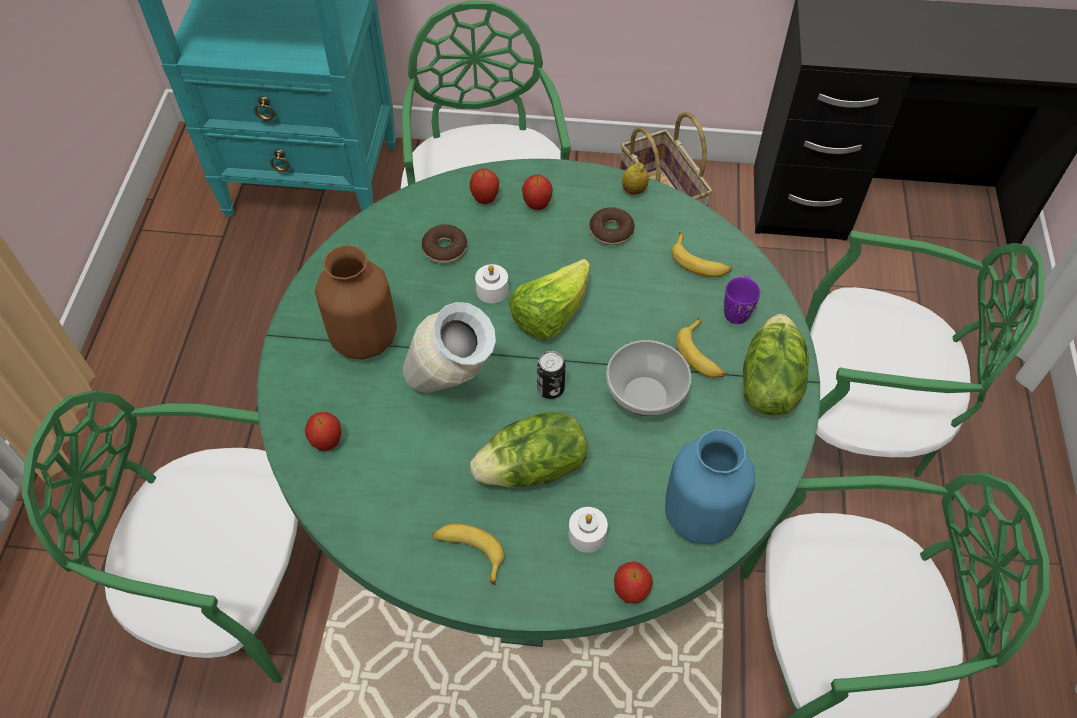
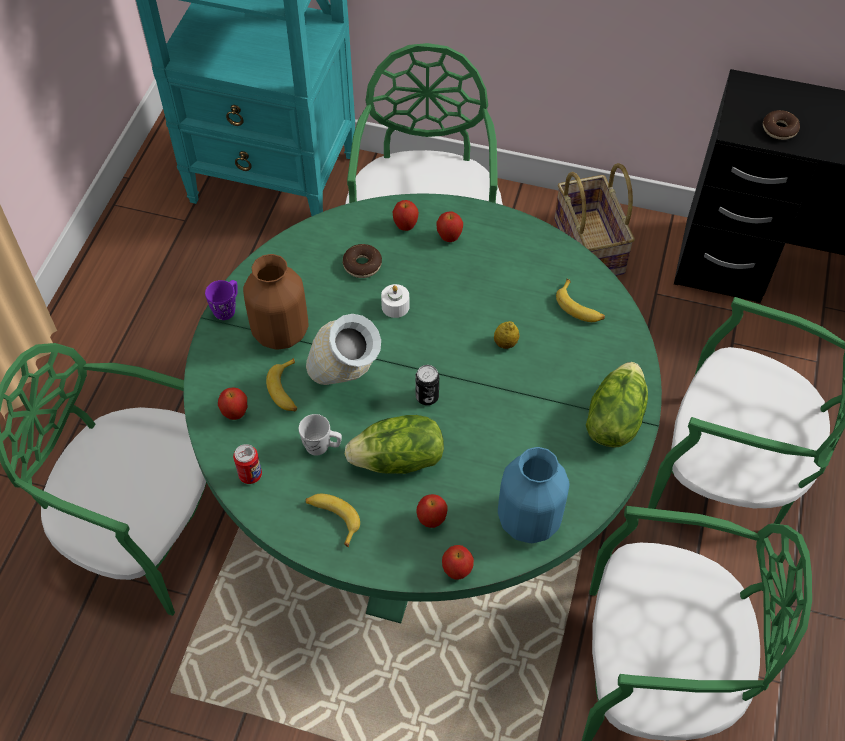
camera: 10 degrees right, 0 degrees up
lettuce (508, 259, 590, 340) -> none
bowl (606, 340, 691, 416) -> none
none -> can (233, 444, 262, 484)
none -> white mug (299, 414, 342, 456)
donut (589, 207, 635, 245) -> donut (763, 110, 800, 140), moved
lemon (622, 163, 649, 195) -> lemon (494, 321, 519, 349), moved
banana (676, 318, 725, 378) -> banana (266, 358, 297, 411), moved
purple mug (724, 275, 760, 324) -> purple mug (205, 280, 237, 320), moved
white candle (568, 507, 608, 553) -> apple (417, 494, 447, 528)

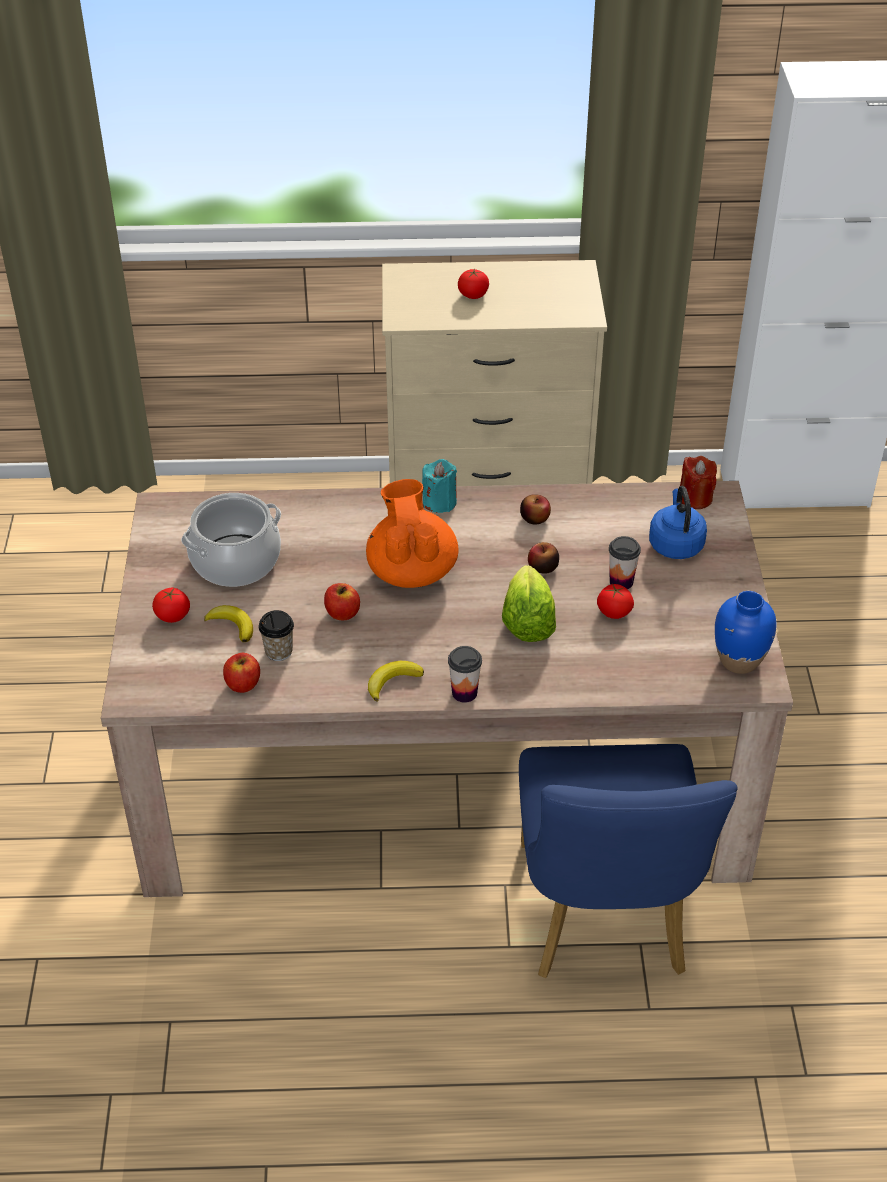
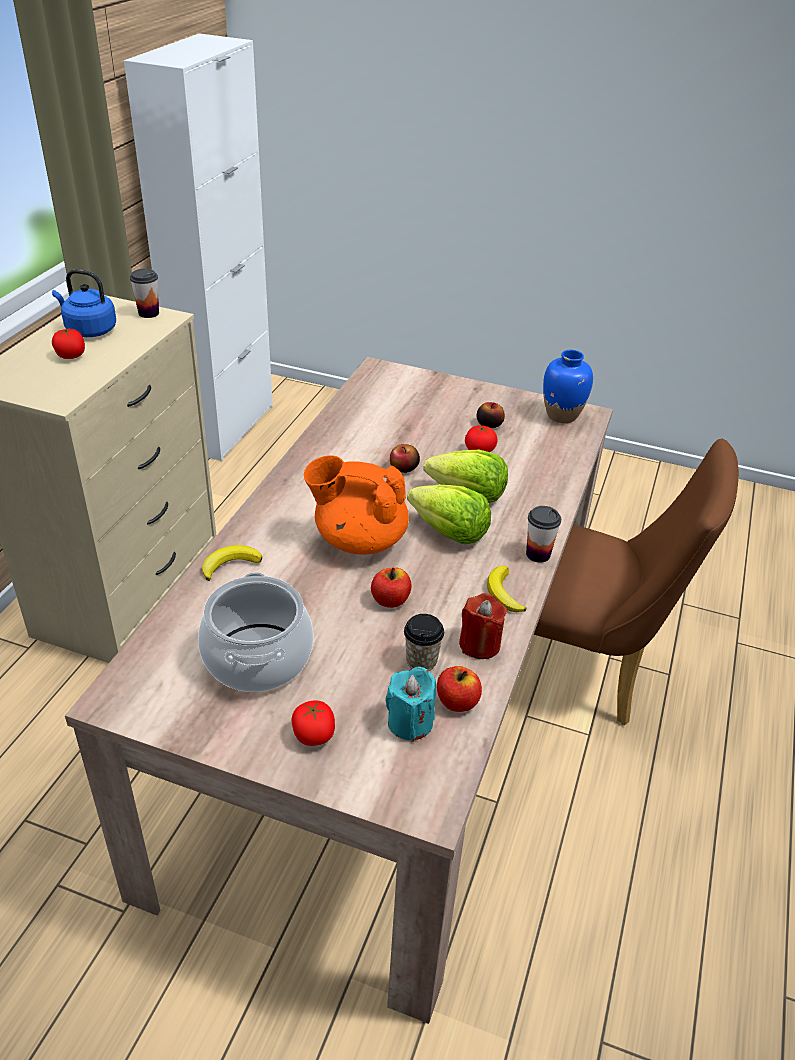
camera: 70 degrees left, 5 degrees down
none -> lettuce (407, 485, 491, 544)
banana (204, 605, 253, 642) -> banana (202, 545, 262, 581), moved
turquoise candle (422, 459, 457, 513) -> turquoise candle (385, 667, 436, 742), moved
apple (520, 494, 551, 525) -> apple (477, 402, 505, 428), moved
cup (609, 536, 641, 589) -> cup (130, 269, 159, 318), moved
blue kettle (649, 486, 707, 559) -> blue kettle (52, 269, 116, 337), moved
red candle (680, 456, 717, 509) -> red candle (459, 593, 507, 659), moved
blue chair (519, 744, 738, 978) -> brown chair (534, 439, 739, 725)

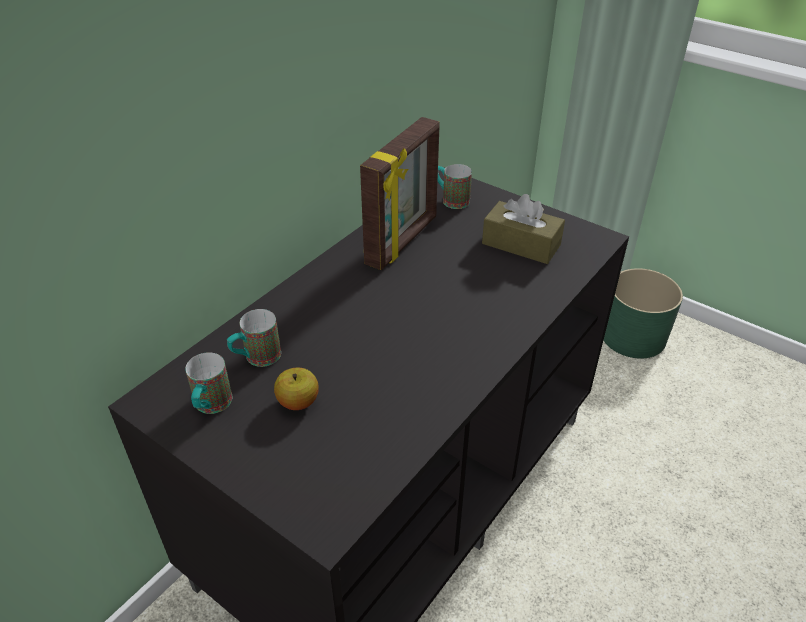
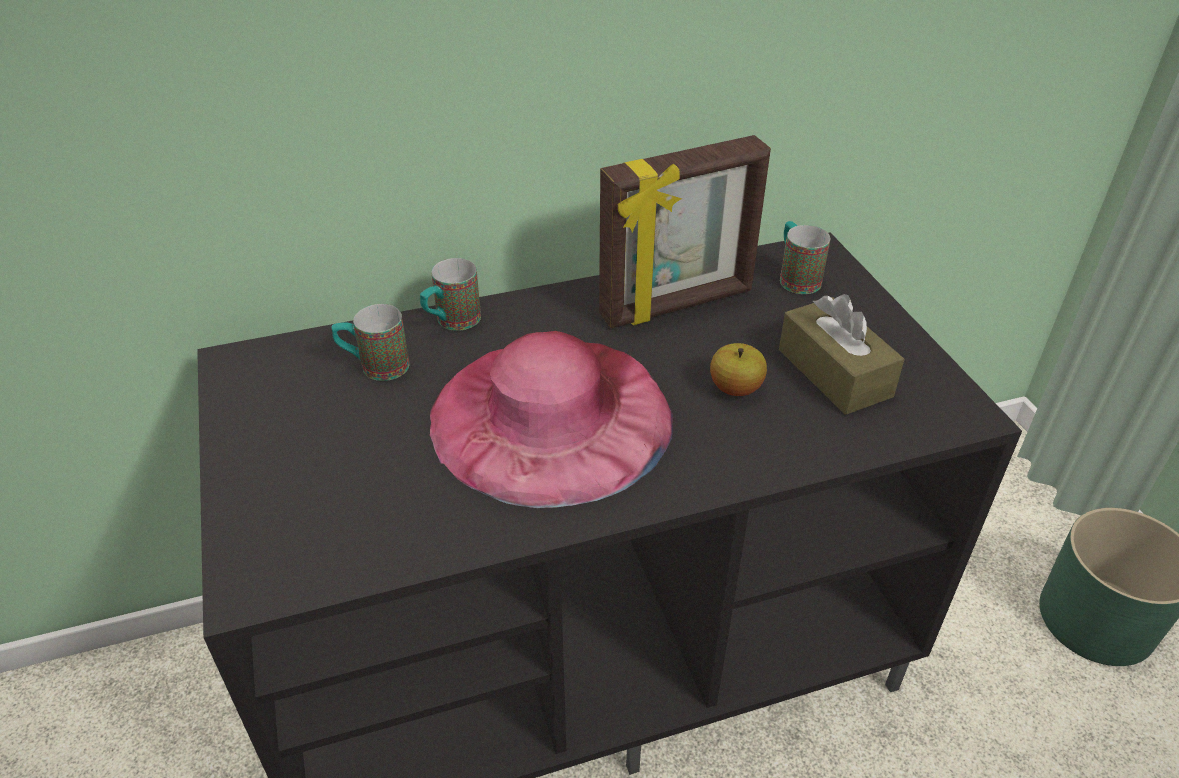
camera: 35 degrees right, 0 degrees up
none -> pink hat (430, 331, 673, 508)
mug (185, 352, 232, 414) -> mug (420, 258, 481, 331), moved
apple (274, 368, 319, 410) -> apple (710, 343, 767, 396), moved

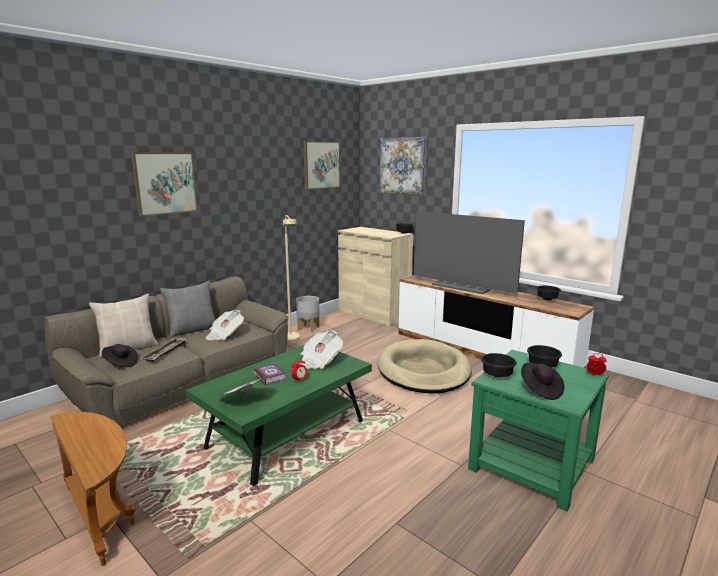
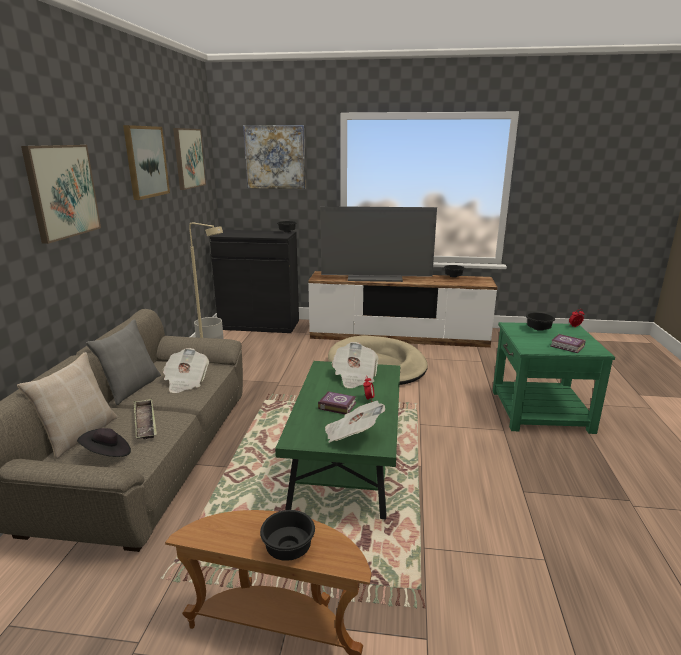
camera: 35 degrees left, 5 degrees up
none -> picture (123, 125, 170, 200)
black bowl (481, 353, 517, 377) -> black bowl (260, 510, 315, 561), moved
black hat (521, 363, 564, 400) -> book (550, 334, 586, 353)
beige cabinet (338, 227, 413, 326) -> black cabinet (210, 230, 299, 333)

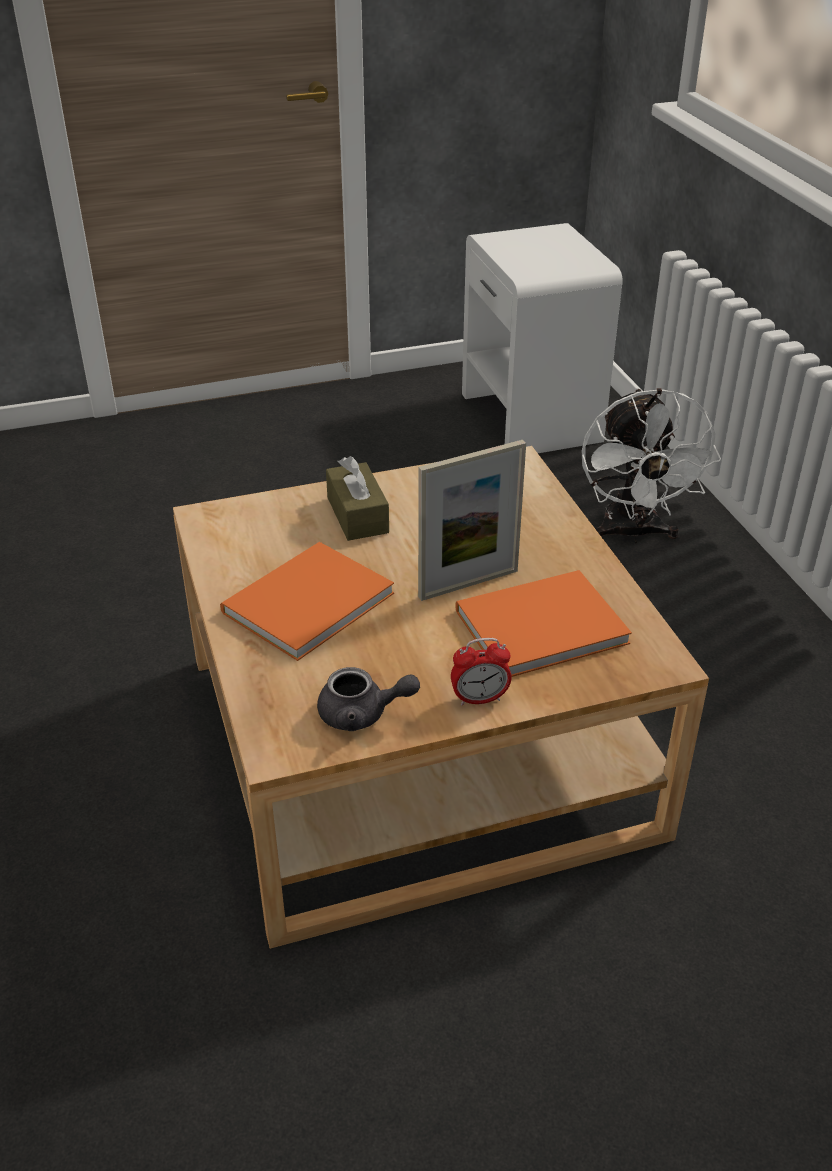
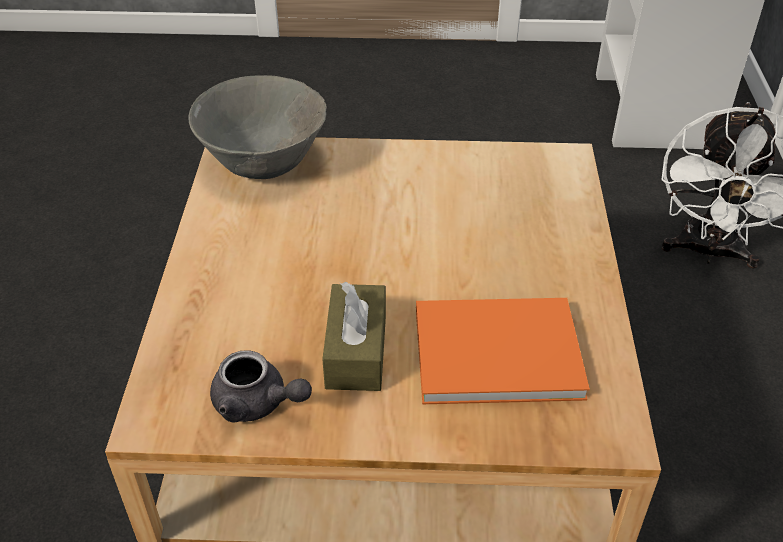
camera: 20 degrees right, 5 degrees up
orange book (220, 542, 394, 661) -> none
picture frame (418, 440, 526, 601) -> none
alarm clock (451, 638, 512, 705) -> none
none -> grey bowl (188, 75, 327, 179)
brown tissue box (326, 456, 389, 541) -> brown tissue box (322, 282, 386, 391), moved

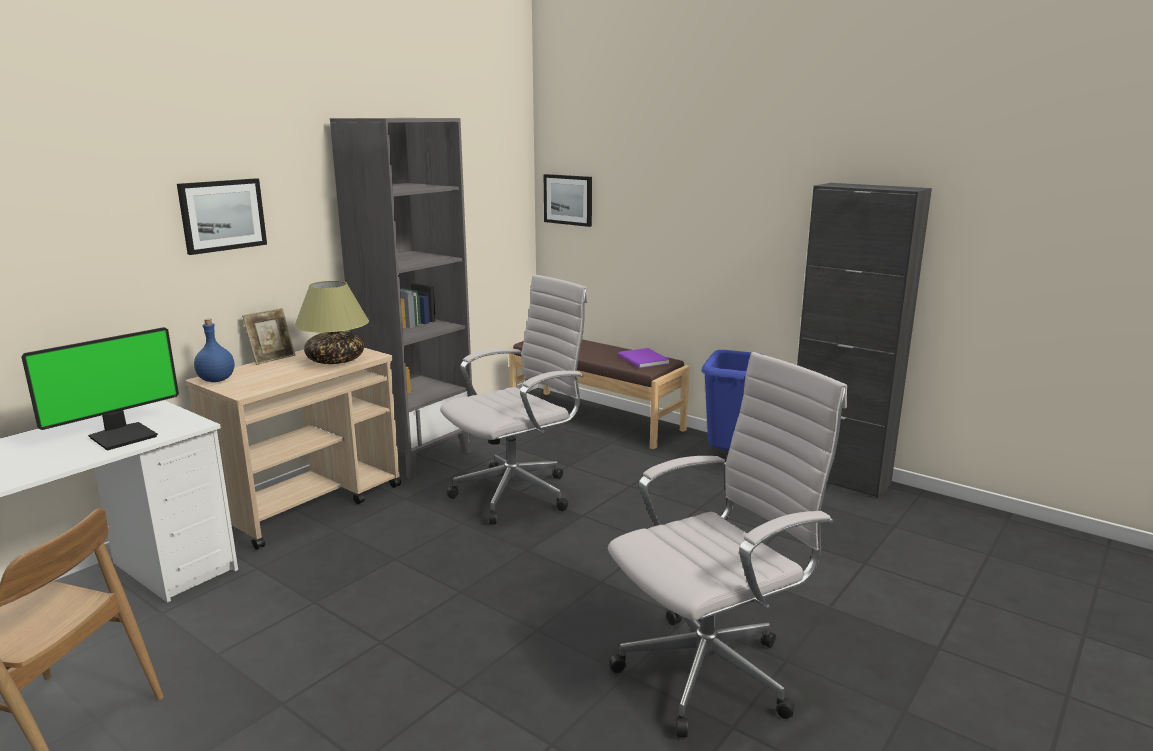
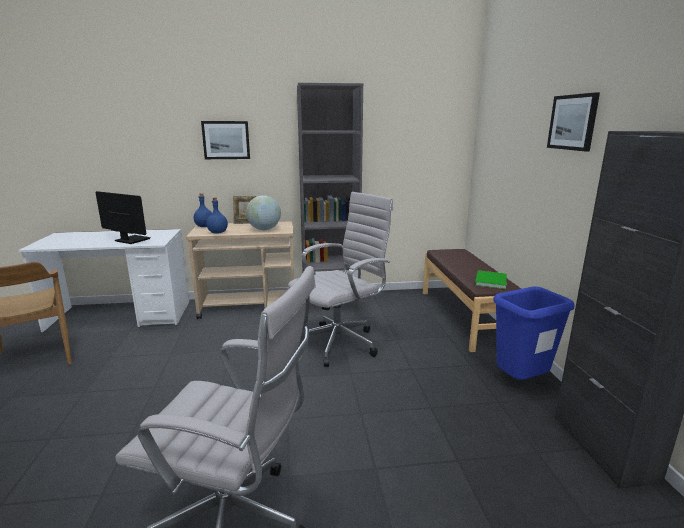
camera: 45 degrees right, 0 degrees up
none -> blue bottle (206, 198, 228, 234)
picture (544, 174, 592, 227) -> picture (547, 92, 600, 151), moved
table lamp (294, 281, 369, 364) -> globe (246, 195, 281, 230)
purple book (618, 348, 670, 368) -> green book (475, 271, 507, 289)
monitor (21, 327, 179, 451) -> monitor (96, 191, 151, 244), 150 degrees counterclockwise
white office chair (440, 274, 588, 524) -> white office chair (288, 192, 393, 367), 45 degrees counterclockwise

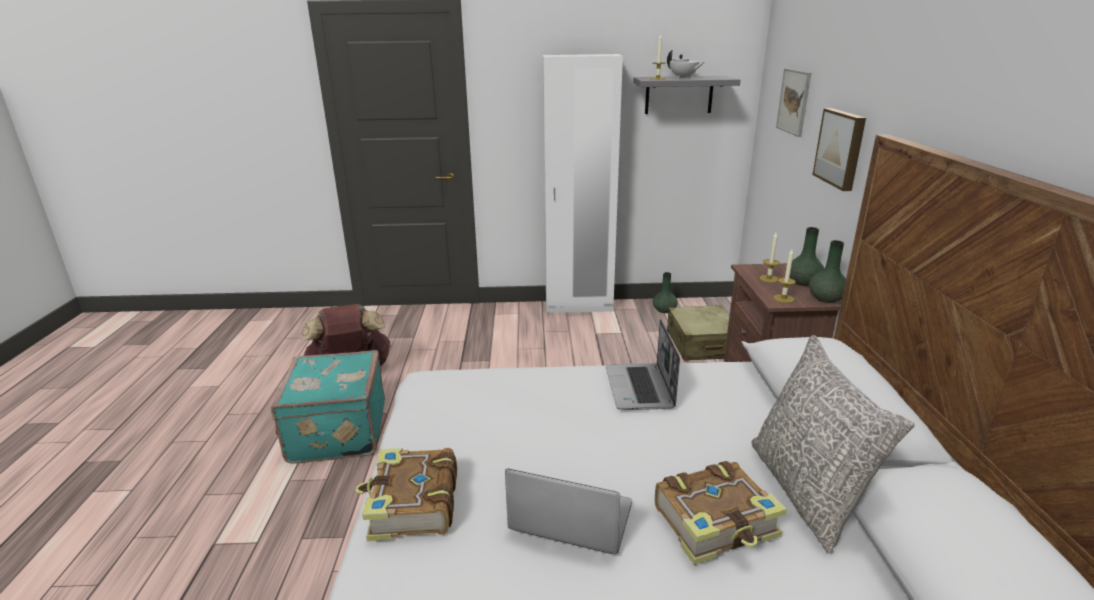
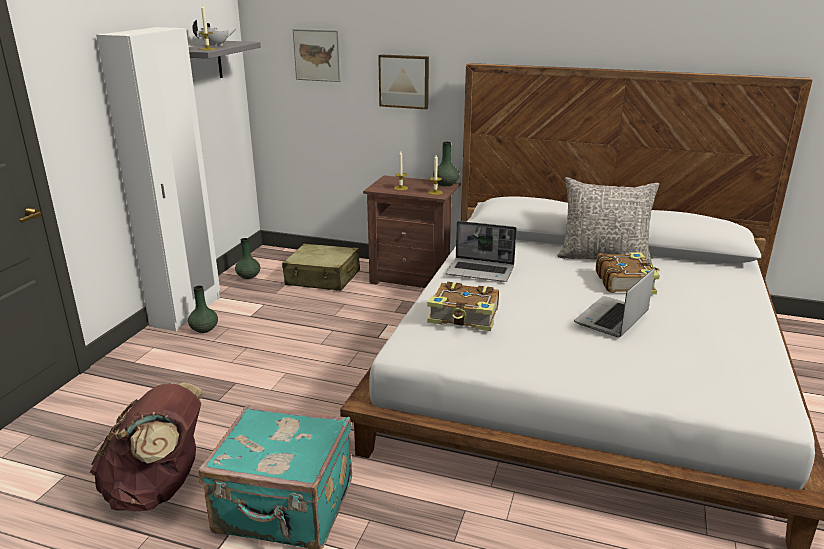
camera: 70 degrees left, 0 degrees up
book (355, 448, 457, 542) -> book (427, 282, 499, 331), moved
green vase (790, 227, 824, 286) -> green vase (188, 285, 218, 333), moved

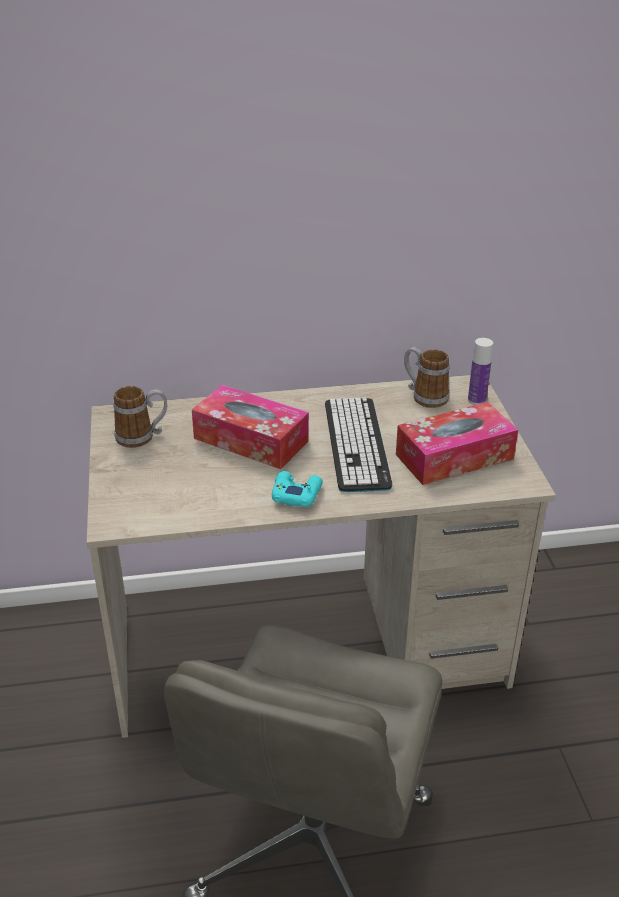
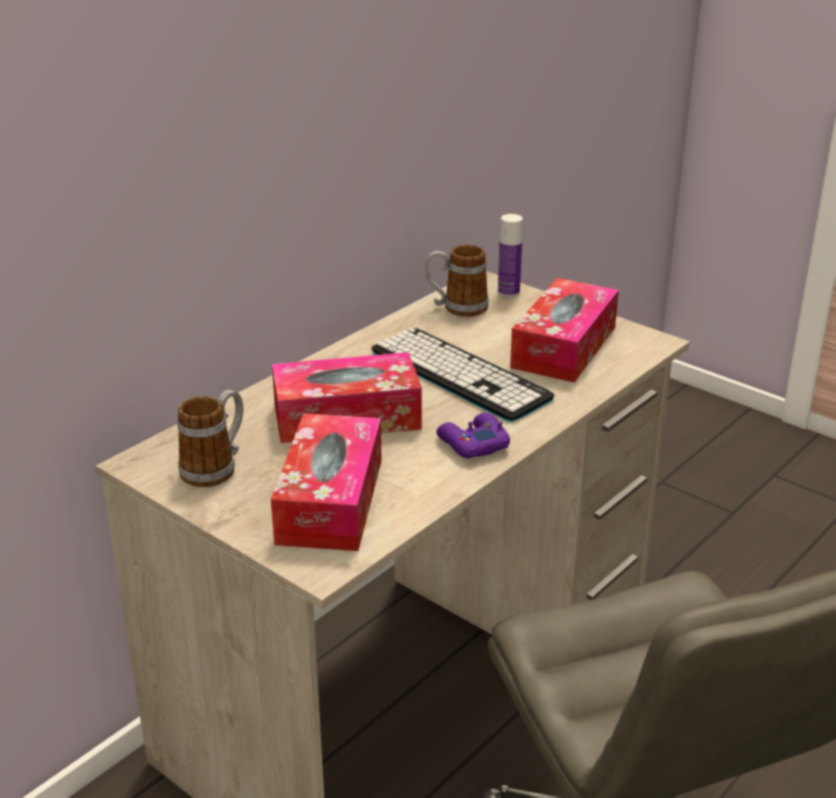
camera: 40 degrees left, 5 degrees down
none -> tissue box (271, 413, 382, 551)
turquoise game controller (272, 471, 323, 507) -> purple game controller (436, 413, 510, 458)

